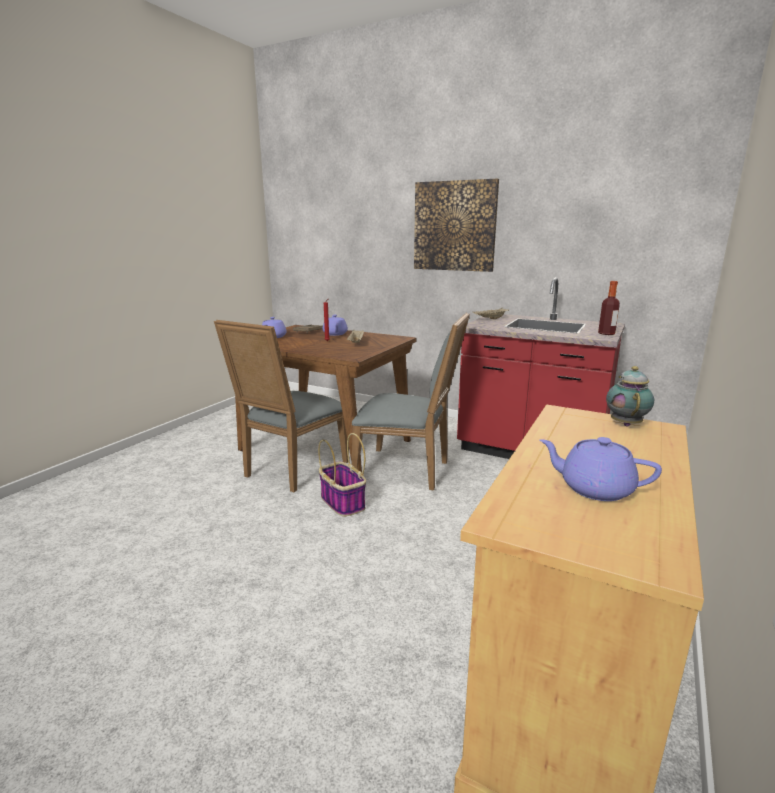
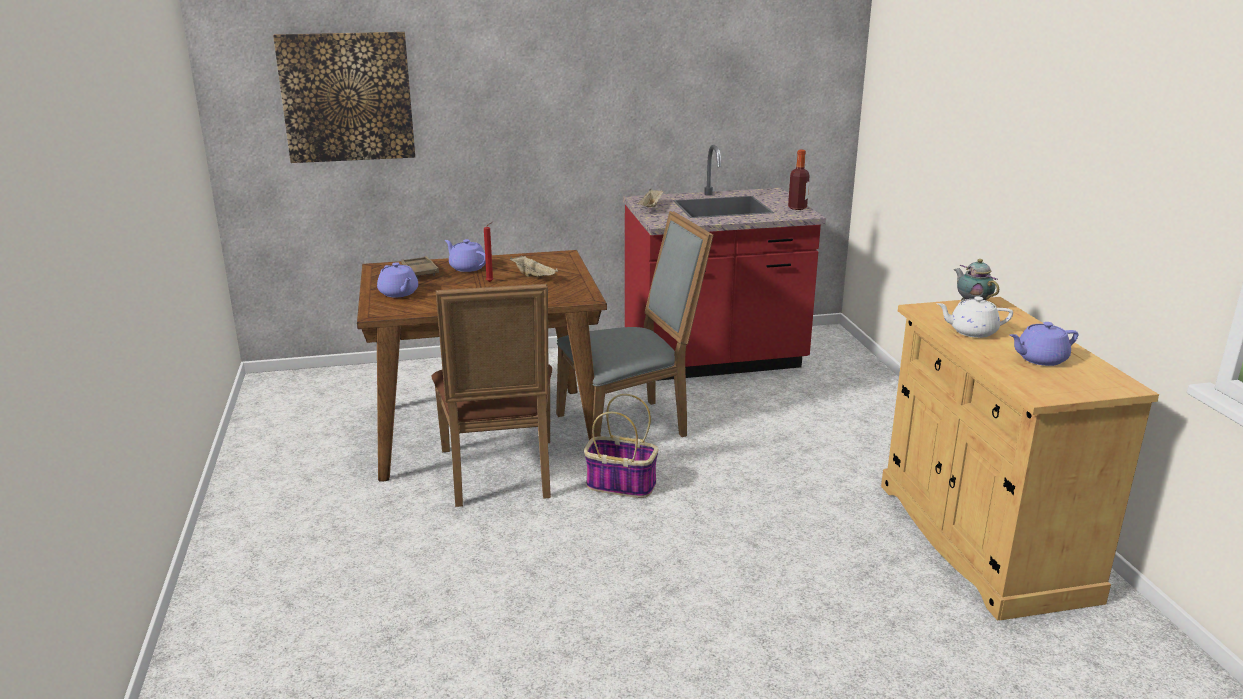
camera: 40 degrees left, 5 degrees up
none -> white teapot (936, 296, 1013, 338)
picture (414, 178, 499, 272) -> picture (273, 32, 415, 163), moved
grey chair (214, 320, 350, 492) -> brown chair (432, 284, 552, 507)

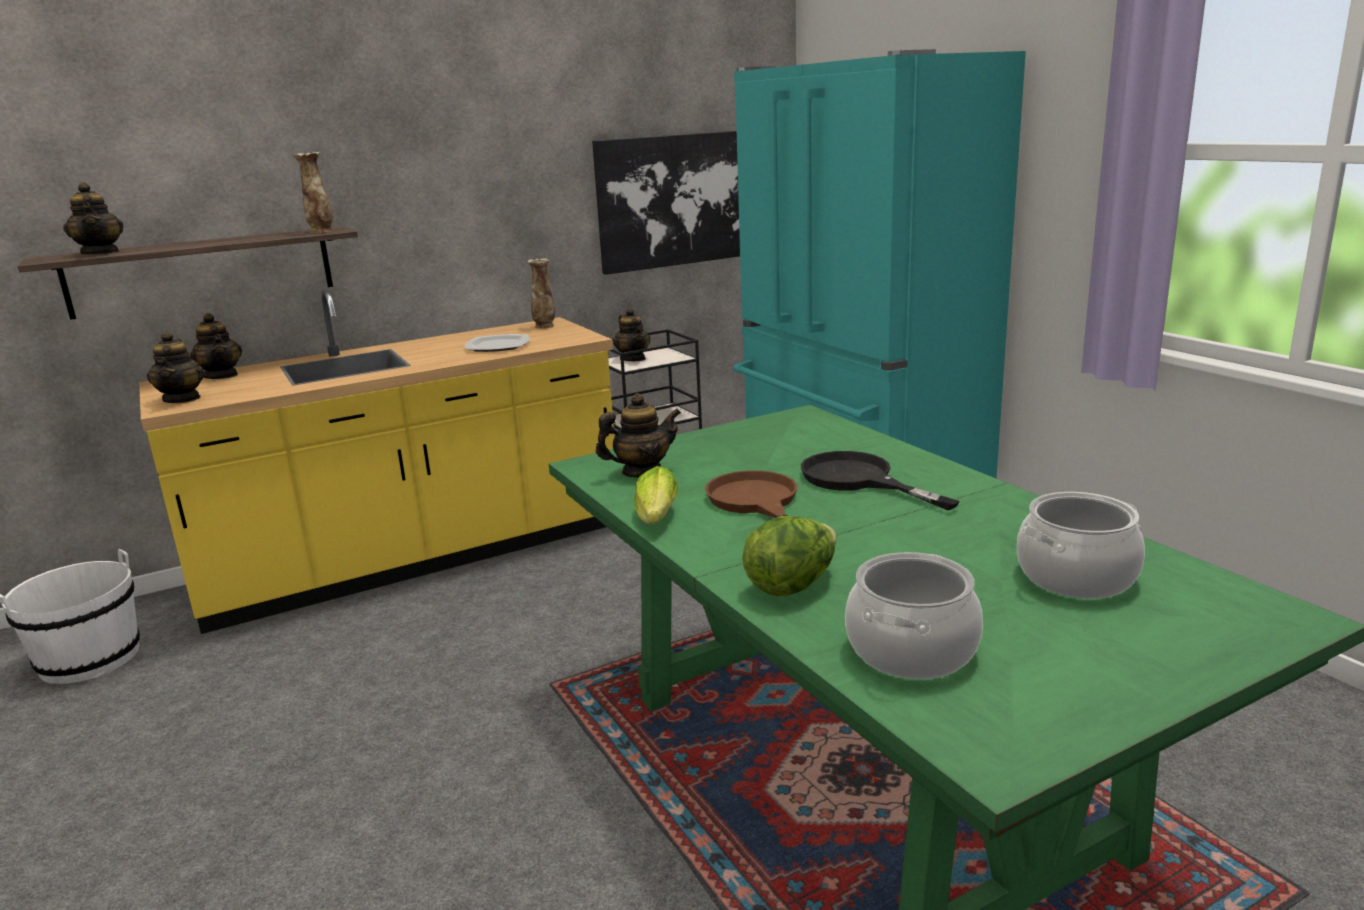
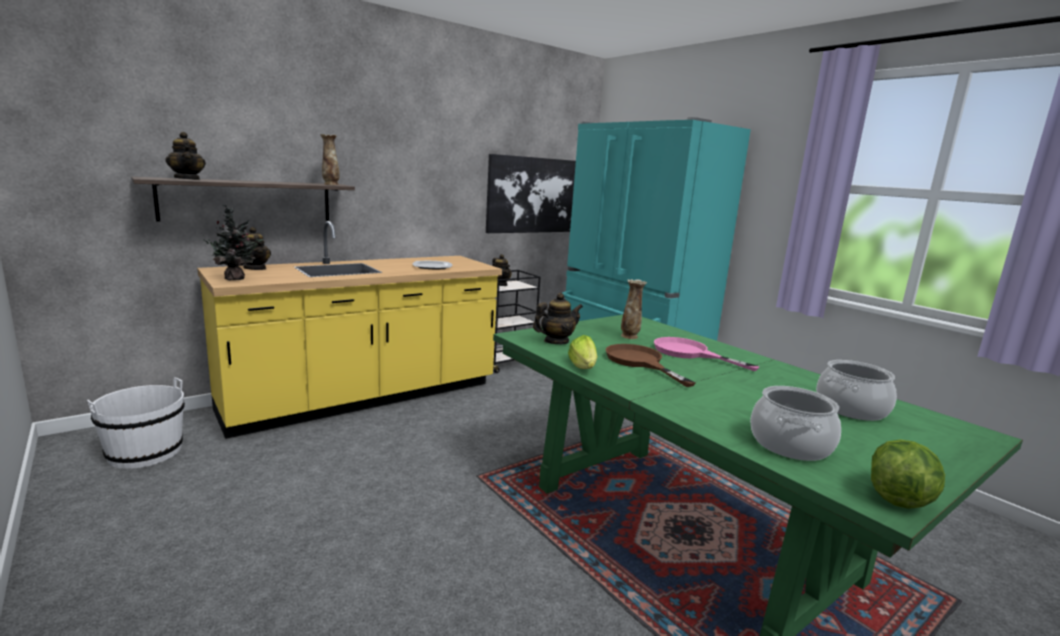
camera: 10 degrees left, 5 degrees down
vase (528, 258, 555, 329) -> vase (621, 279, 647, 339), moved
lettuce (742, 516, 836, 596) -> lettuce (871, 439, 945, 509), moved
teapot (147, 331, 204, 403) -> potted plant (201, 205, 263, 280)
black frying pan (801, 451, 959, 510) -> pink frying pan (654, 337, 760, 371)

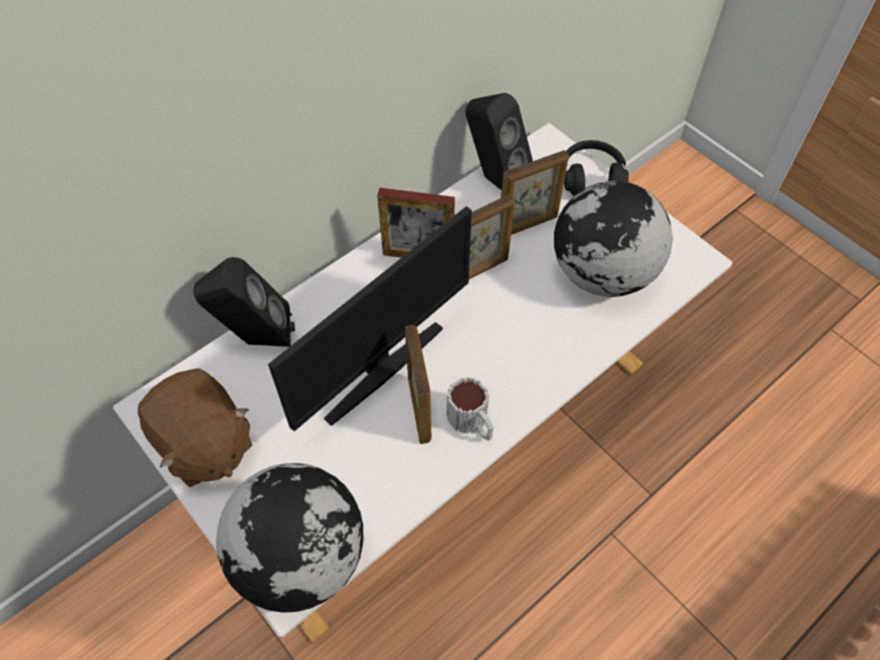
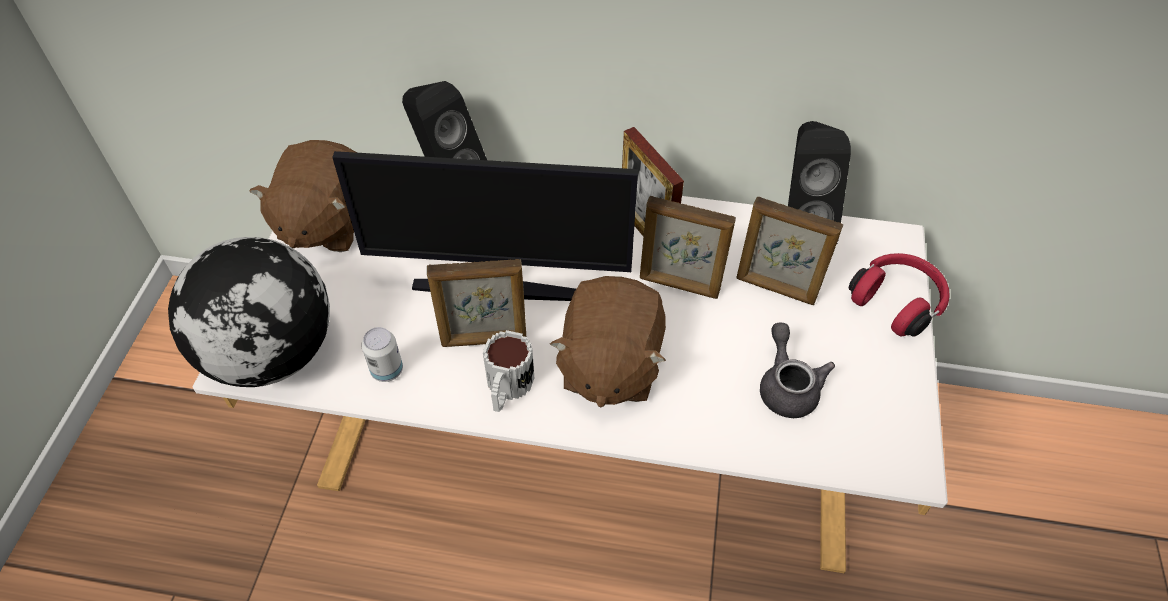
camera: 50 degrees right, 5 degrees down
none -> can (361, 327, 403, 382)
none -> brown plush toy (550, 276, 666, 408)
globe (554, 181, 673, 297) -> grey teapot (760, 322, 835, 418)
black headphones (564, 140, 629, 196) -> red headphones (849, 253, 950, 337)
picture frame (405, 325, 432, 444) -> picture frame (427, 259, 526, 347), 45 degrees clockwise

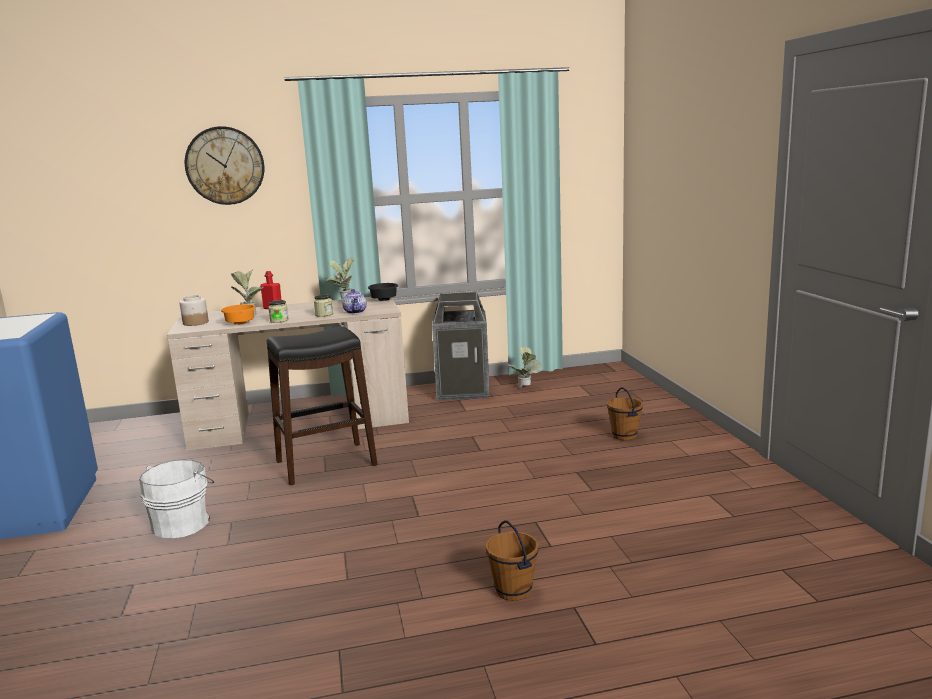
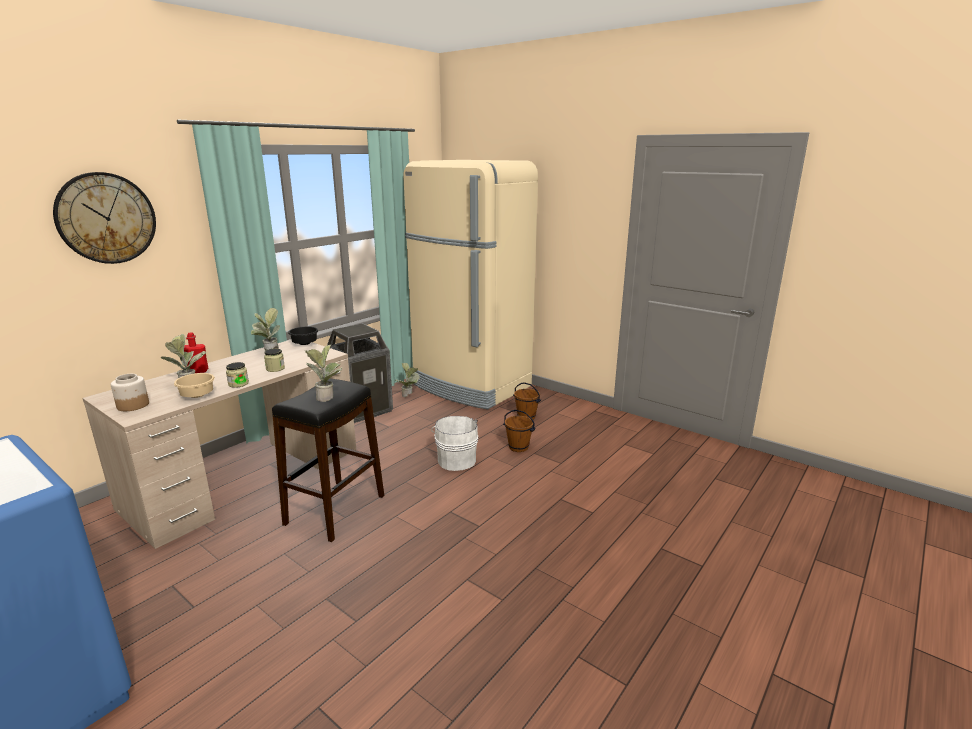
camera: 40 degrees left, 5 degrees up
teapot (342, 289, 367, 314) -> none
none -> potted plant (305, 344, 342, 402)
none -> beige fridge (403, 160, 538, 409)
white bucket (139, 460, 214, 538) -> white bucket (431, 416, 478, 471), moved
brown bucket (486, 520, 539, 601) -> brown bucket (503, 410, 535, 452), moved
orange bowl (221, 304, 256, 325) -> beige bowl (174, 373, 215, 398)

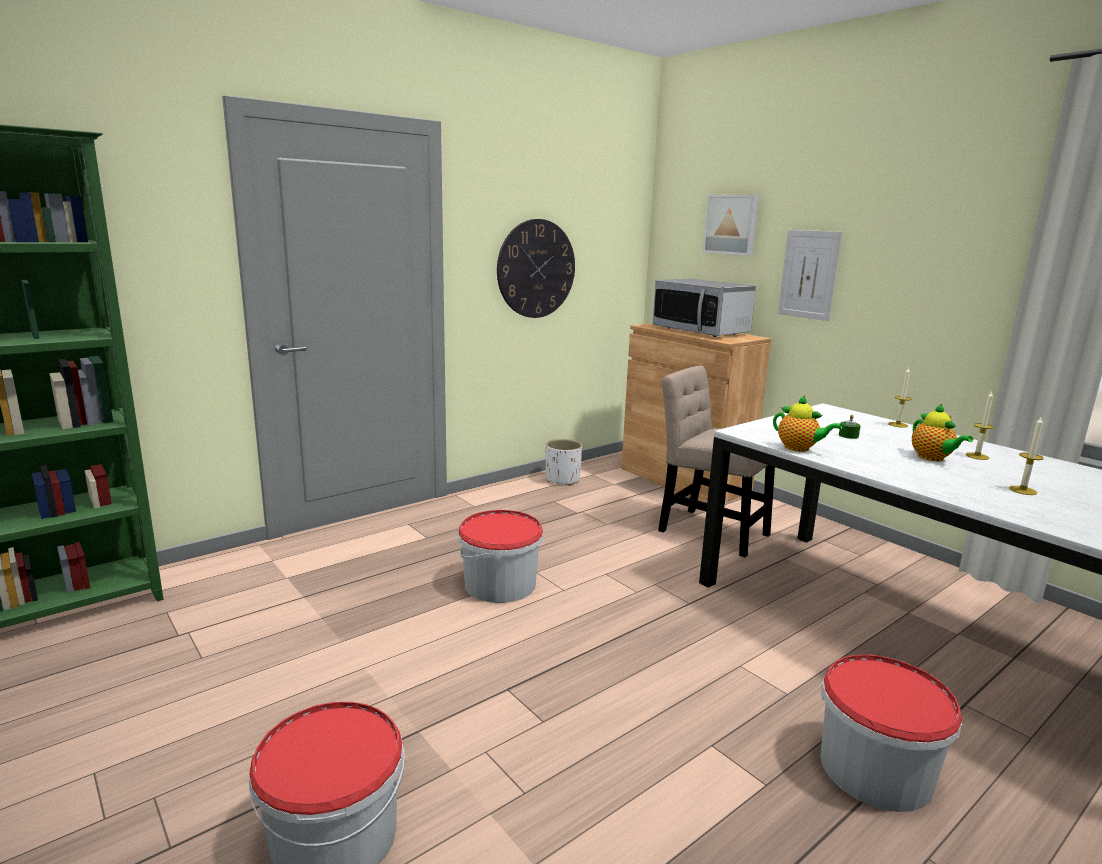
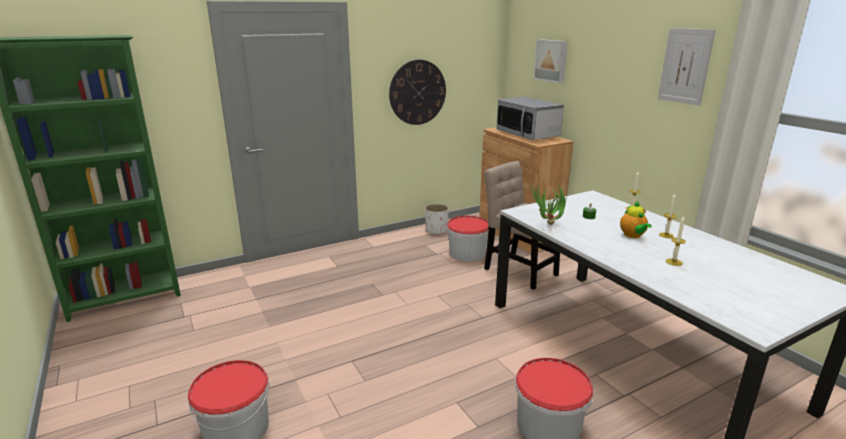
camera: 10 degrees right, 5 degrees up
bucket (458, 510, 543, 603) -> bucket (447, 215, 489, 262), moved
picture (778, 230, 842, 321) -> picture (658, 28, 716, 106), moved
teapot (773, 396, 843, 452) -> potted plant (531, 183, 566, 225)

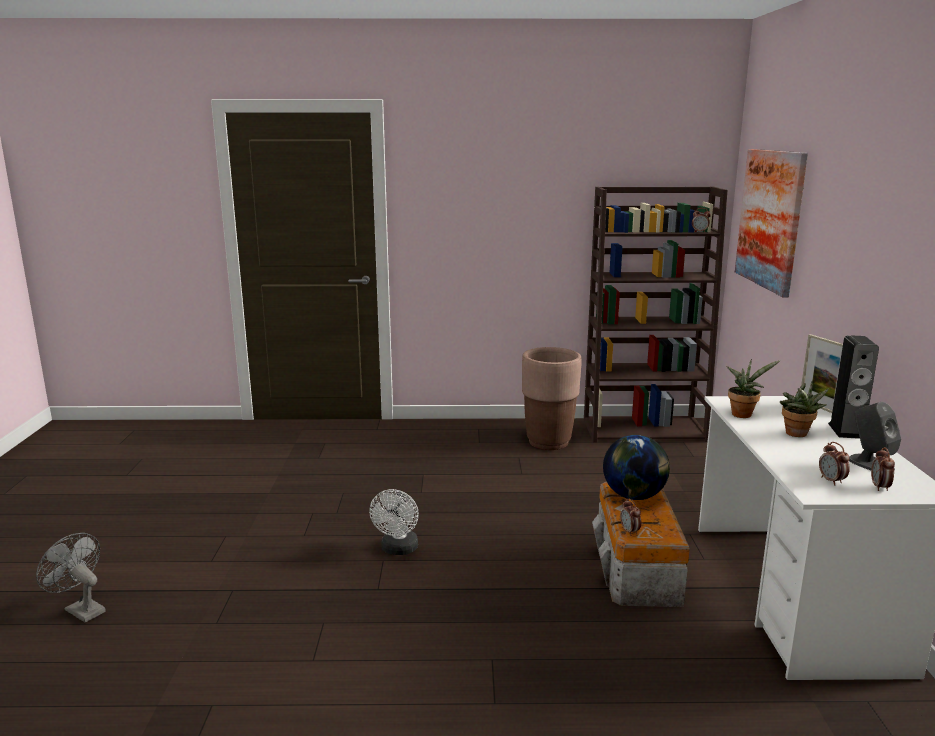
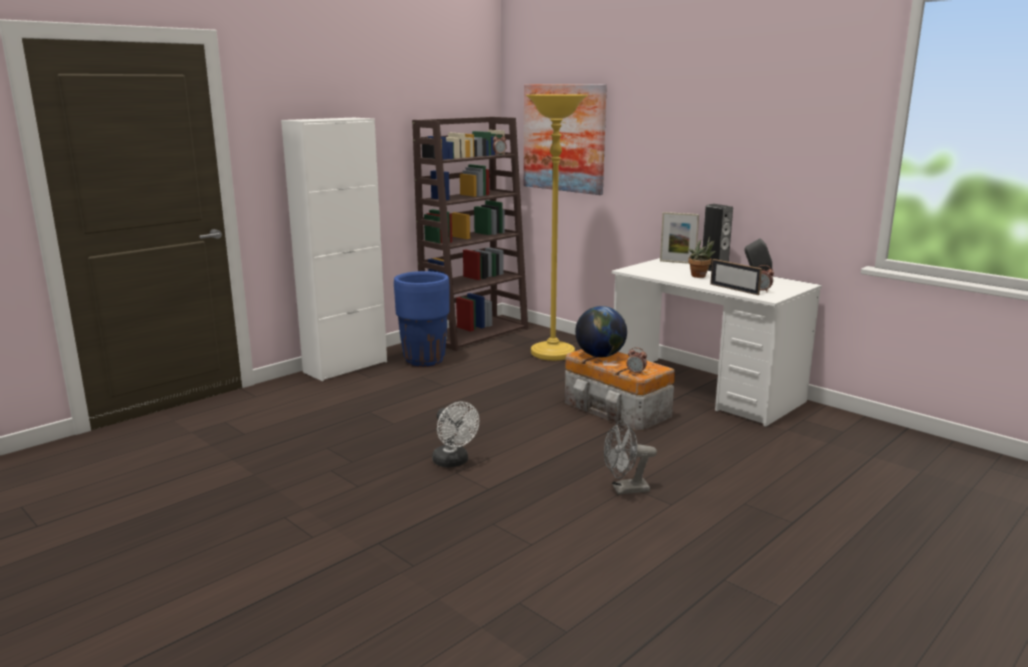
camera: 45 degrees left, 0 degrees up
potted plant (726, 359, 781, 418) -> none
alarm clock (871, 447, 895, 491) -> none
none -> white cabinet (281, 118, 387, 381)
none -> yellow floor lamp (526, 94, 588, 361)
none -> picture frame (710, 259, 762, 295)
grey fan (36, 533, 106, 623) -> grey fan (604, 420, 657, 495), moved
brown planter (522, 347, 581, 450) -> blue planter (394, 271, 450, 367)

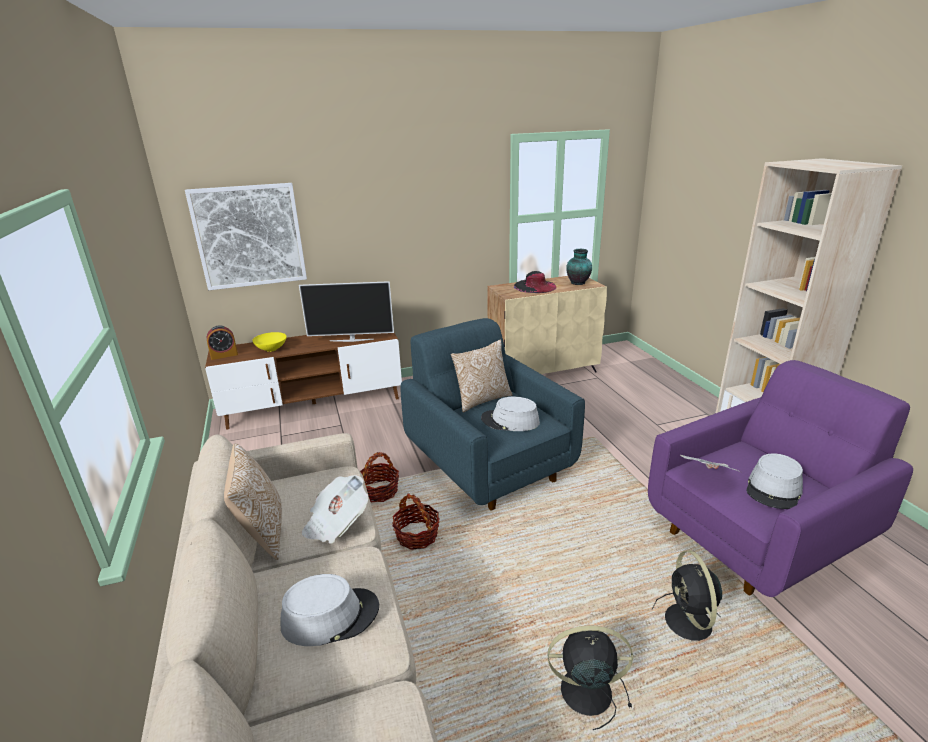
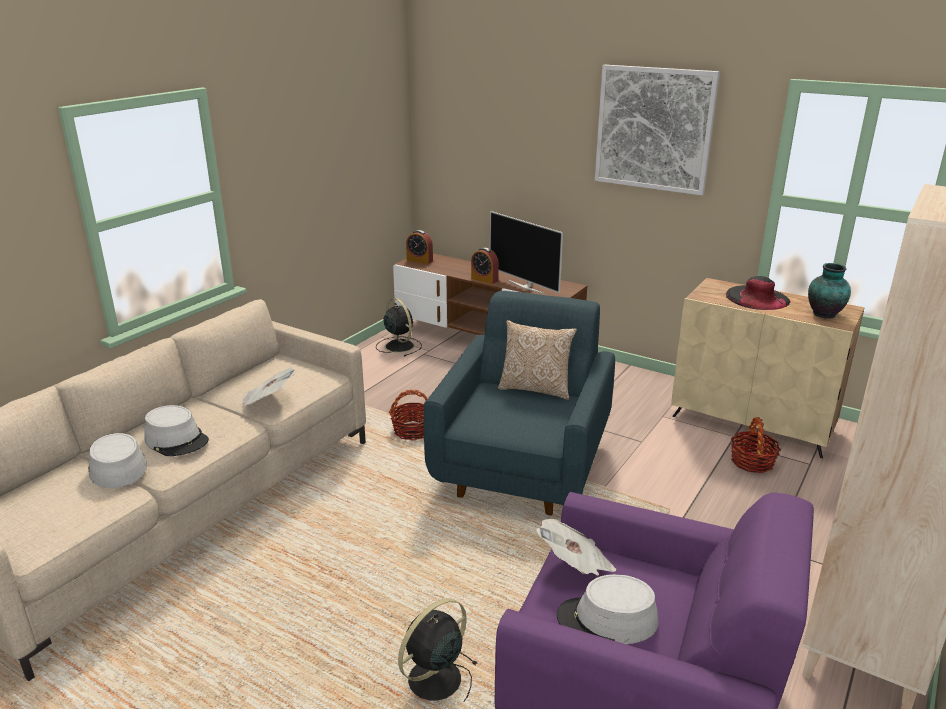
camera: 50 degrees right, 0 degrees up
pillow (224, 443, 282, 560) -> none
yellow bowl (252, 332, 287, 352) -> none
none -> alarm clock (471, 247, 499, 284)
picture (185, 183, 307, 290) -> picture (595, 65, 720, 195), moved
basket (392, 493, 440, 550) -> basket (731, 417, 781, 473), moved
grey hat (481, 397, 540, 431) -> grey hat (88, 433, 147, 489), moved
black fan (548, 625, 633, 730) -> black fan (376, 298, 422, 356), moved

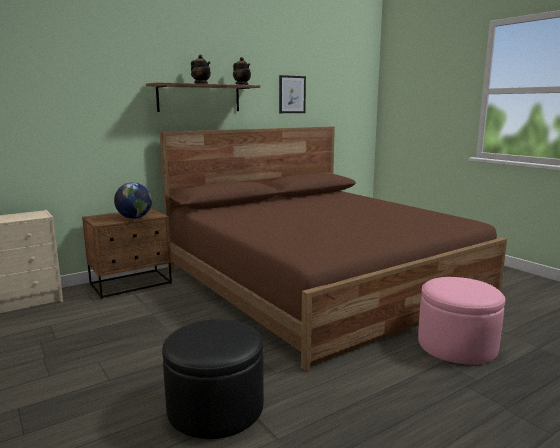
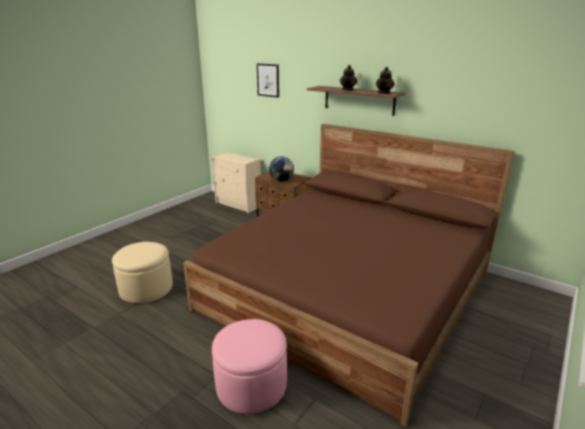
camera: 70 degrees right, 10 degrees up
picture (279, 75, 306, 113) -> picture (257, 63, 279, 98), moved
black ottoman (162, 319, 264, 439) -> beige ottoman (112, 242, 173, 303)

